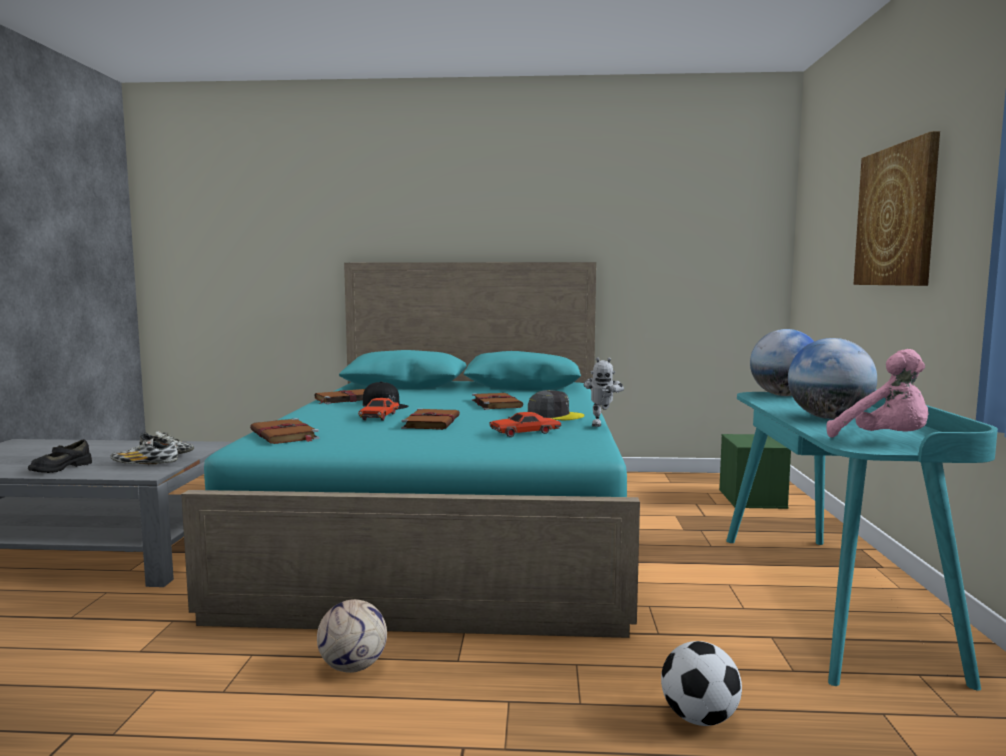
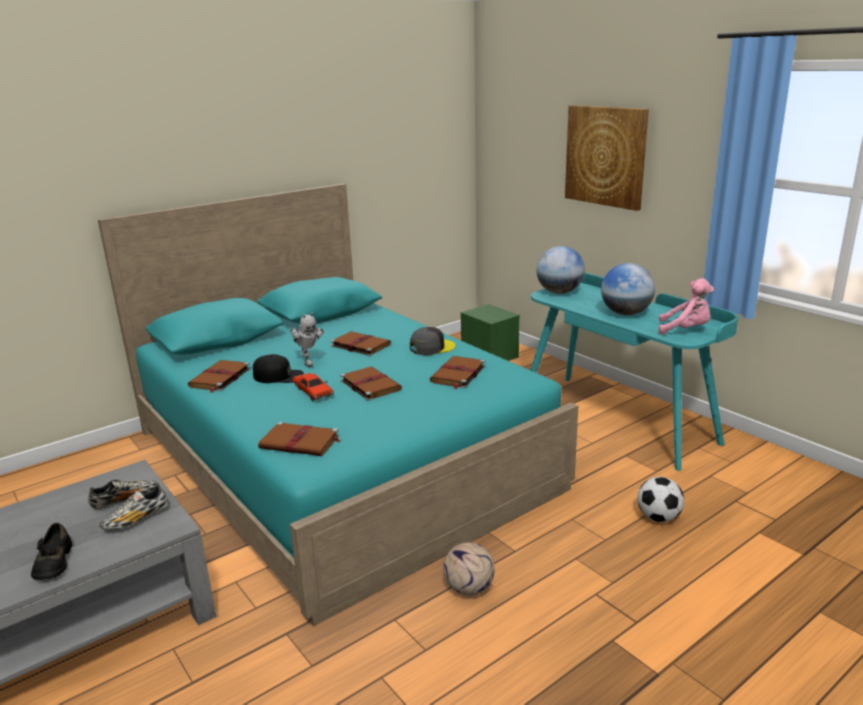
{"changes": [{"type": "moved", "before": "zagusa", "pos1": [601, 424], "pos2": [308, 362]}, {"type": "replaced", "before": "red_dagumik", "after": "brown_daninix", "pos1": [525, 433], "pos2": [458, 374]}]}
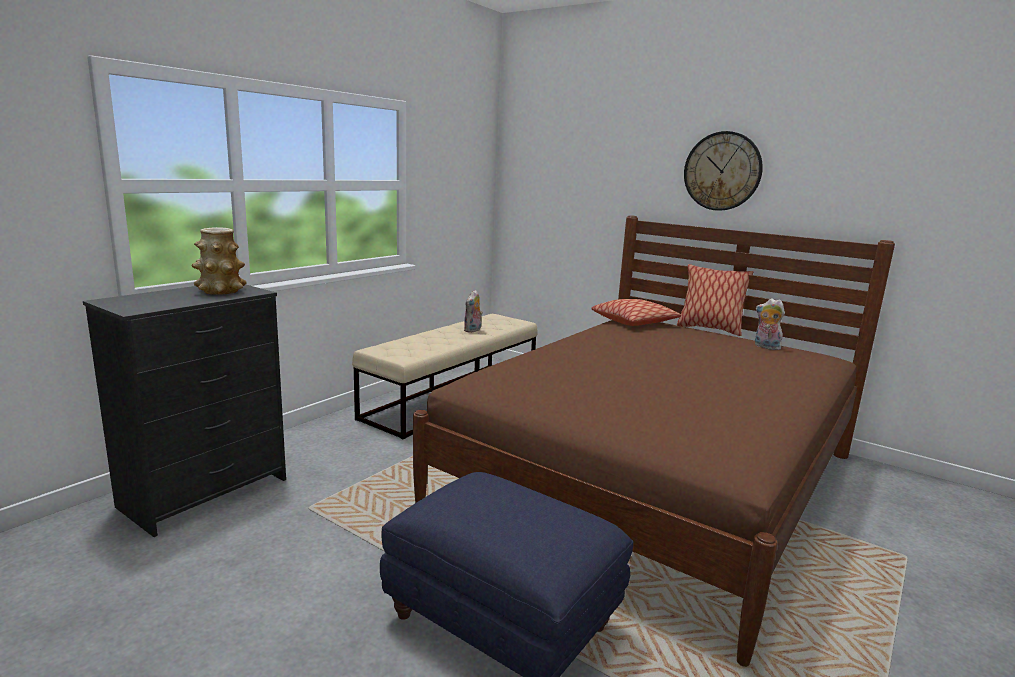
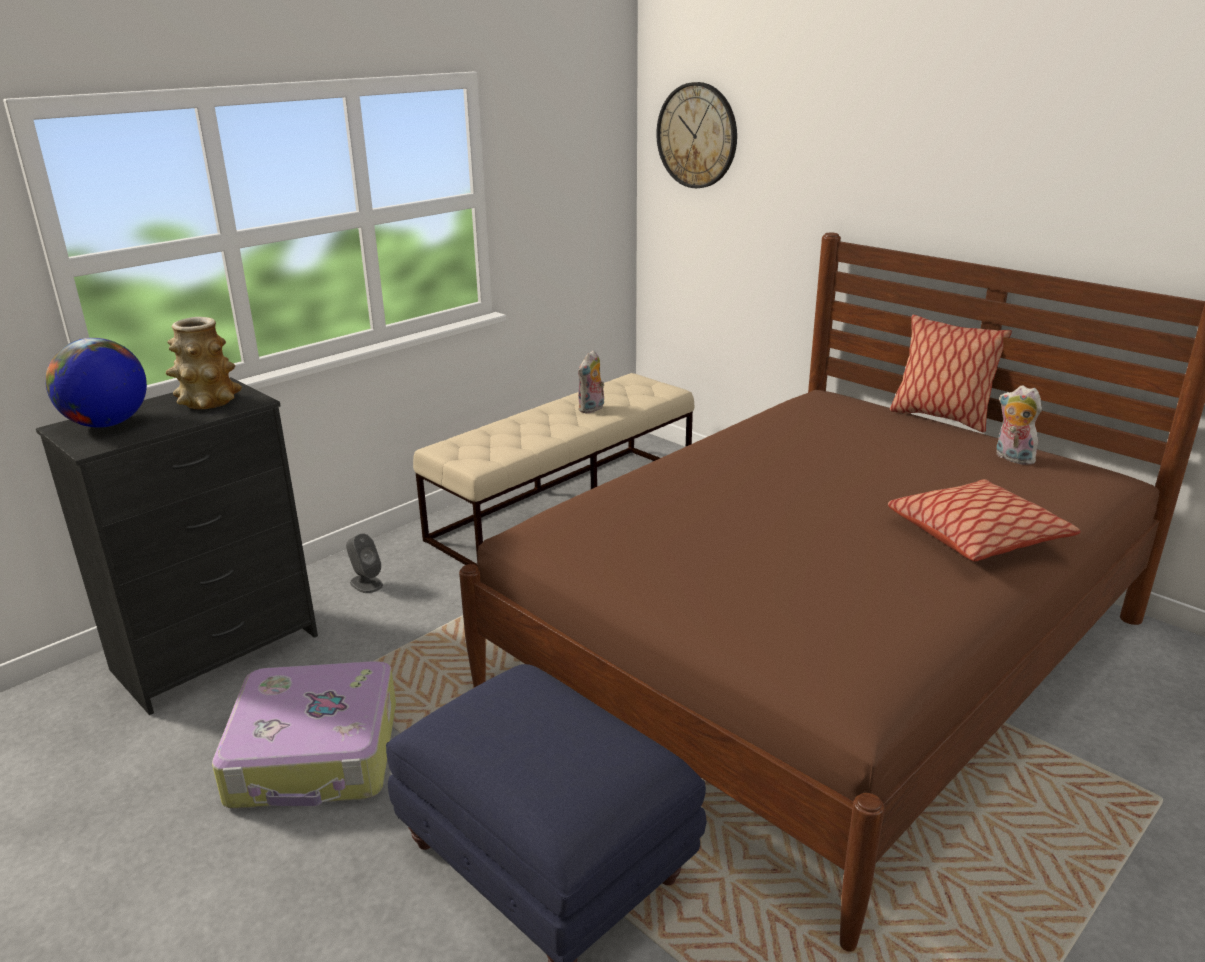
{"changes": [{"type": "added", "after": "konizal", "pos2": [107, 424]}, {"type": "added", "after": "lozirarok", "pos2": [316, 755]}, {"type": "added", "after": "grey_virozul", "pos2": [366, 583]}, {"type": "moved", "before": "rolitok", "pos1": [634, 322], "pos2": [976, 536]}, {"type": "moved", "before": "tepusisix", "pos1": [722, 171], "pos2": [697, 136]}]}
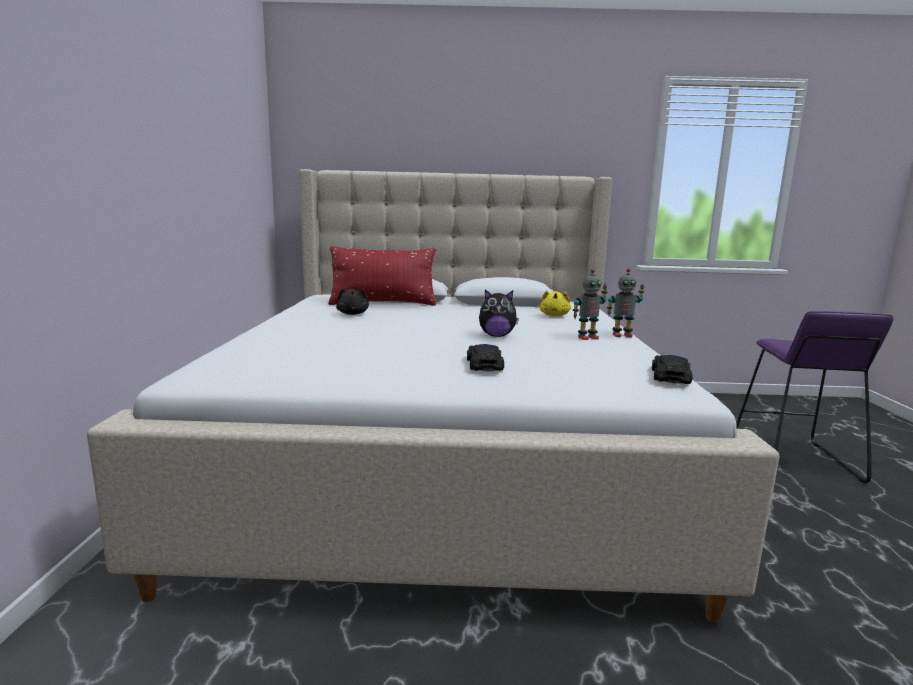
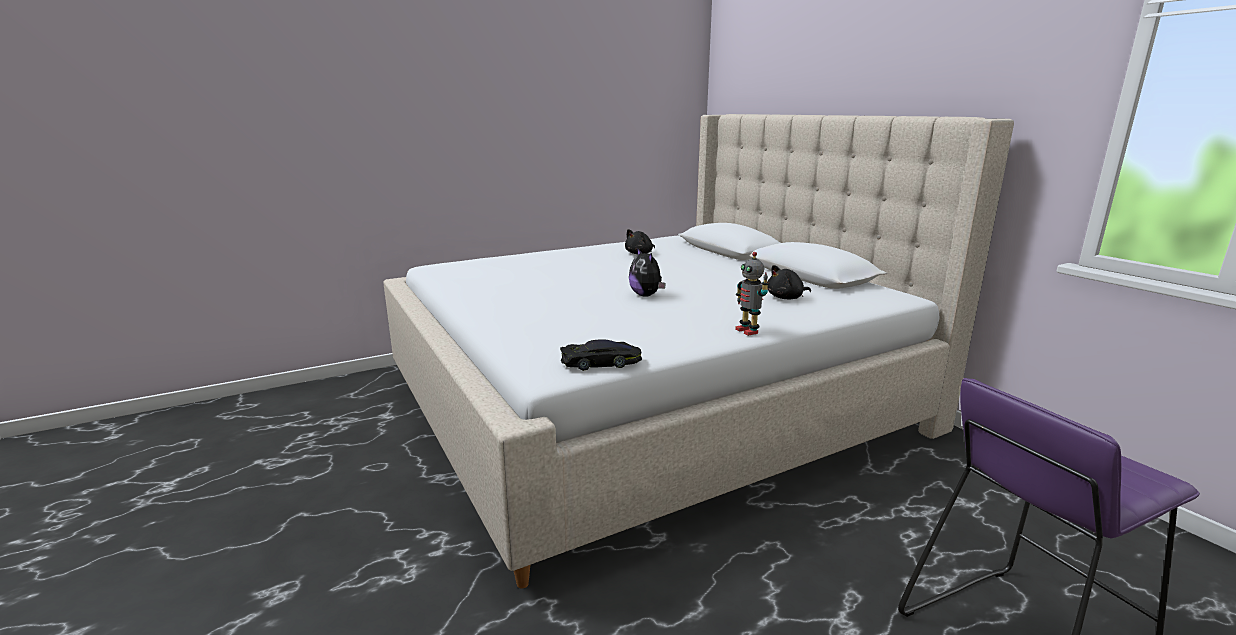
{"changes": [{"type": "removed", "before": "red_rolitok", "pos1": [383, 304]}, {"type": "removed", "before": "black_dagumik", "pos1": [484, 364]}, {"type": "removed", "before": "zagusa", "pos1": [587, 338]}, {"type": "recoloured", "before": "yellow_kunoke", "after": "black_kunoke", "pos1": [554, 315], "pos2": [786, 298]}]}
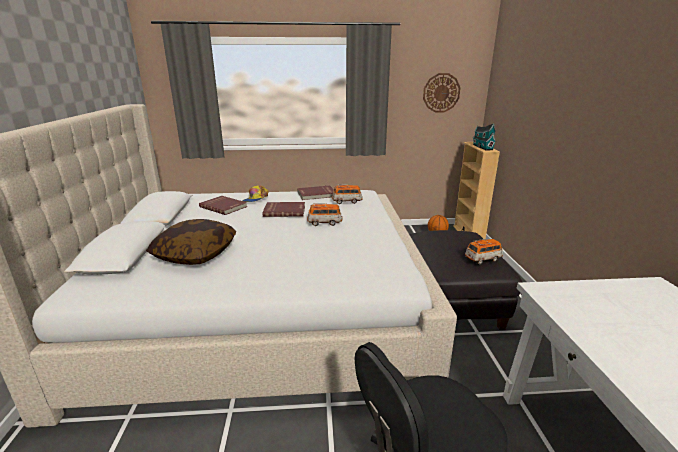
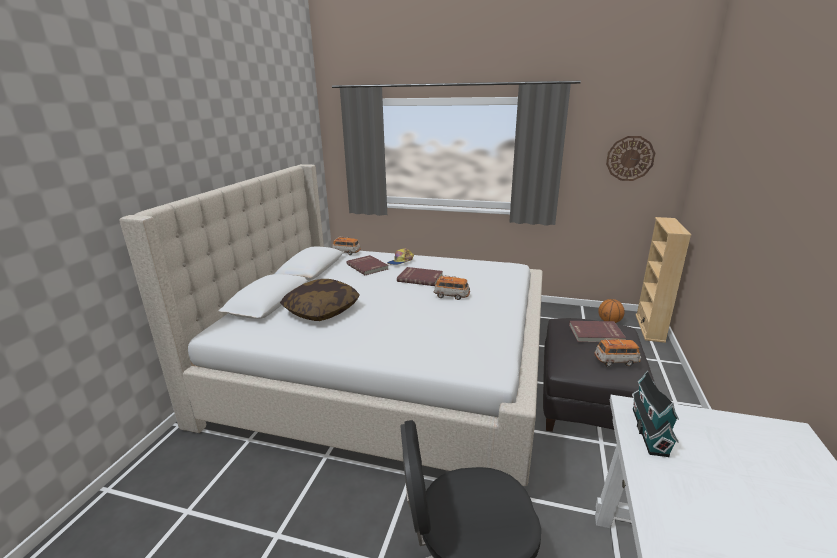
{"changes": [{"type": "moved", "before": "red_daninix", "pos1": [316, 194], "pos2": [596, 334]}, {"type": "moved", "before": "dagumik", "pos1": [347, 201], "pos2": [346, 252]}, {"type": "moved", "before": "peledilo", "pos1": [482, 147], "pos2": [648, 429]}]}
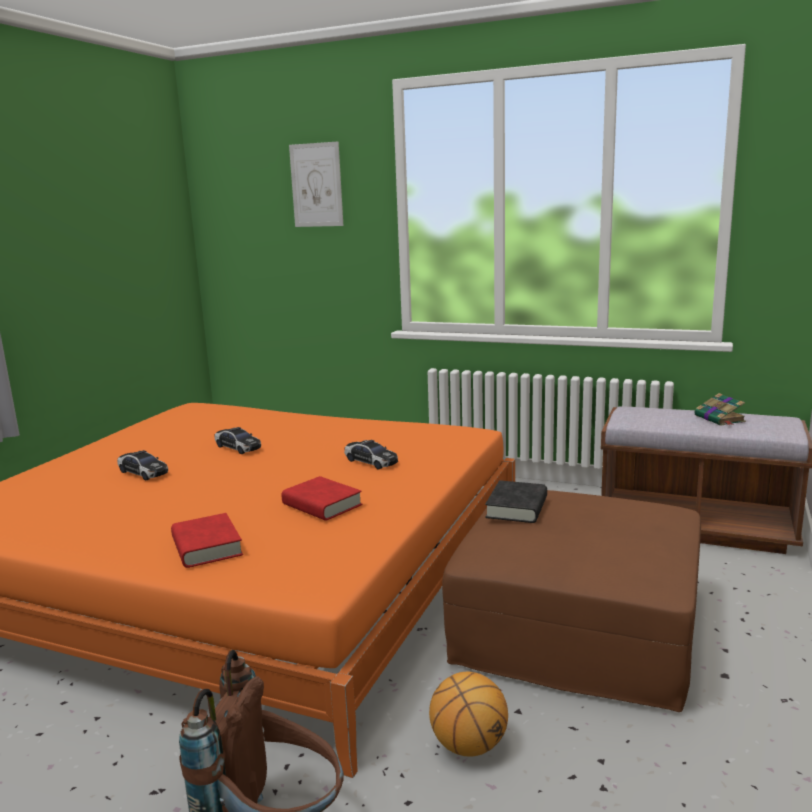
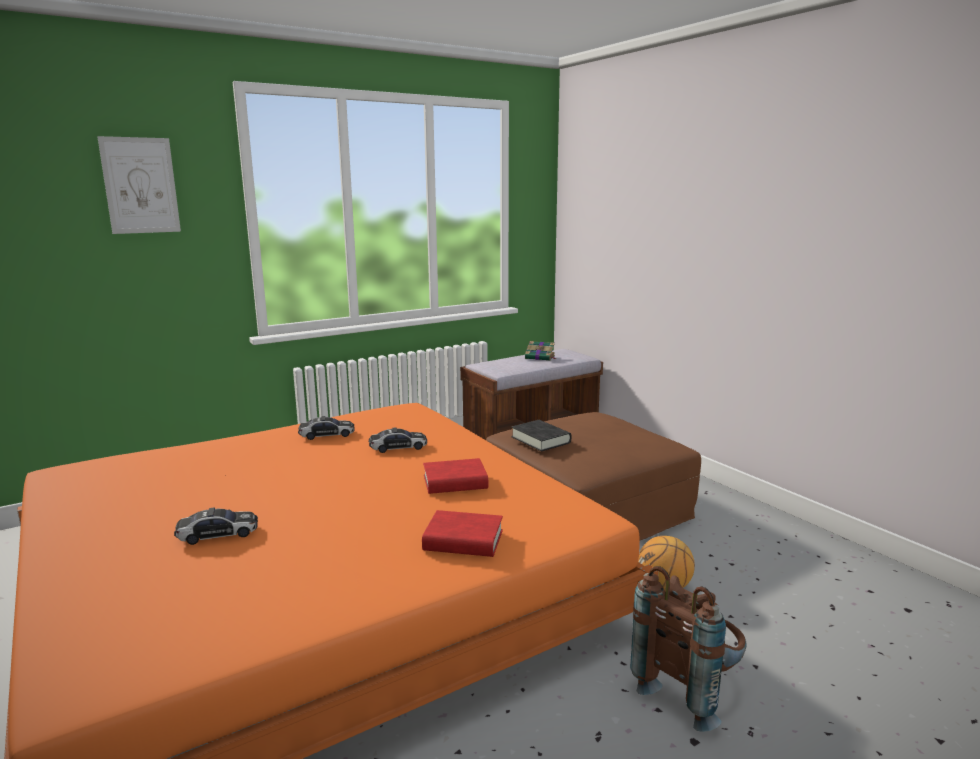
{"changes": [{"type": "moved", "before": "dagumik", "pos1": [238, 447], "pos2": [327, 435]}]}
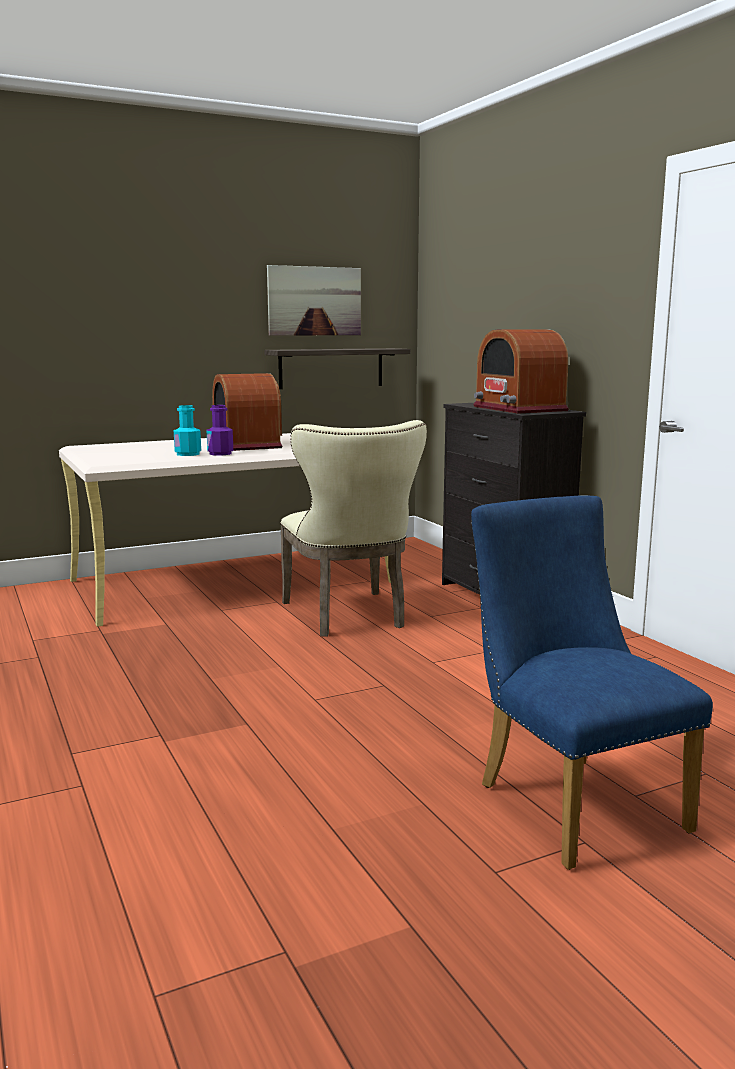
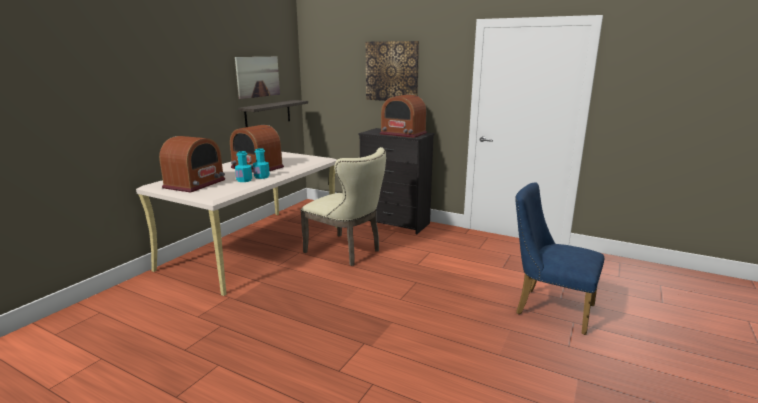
{"changes": [{"type": "added", "after": "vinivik", "pos2": [195, 184]}, {"type": "added", "after": "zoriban", "pos2": [392, 71]}, {"type": "recoloured", "before": "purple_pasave", "after": "turquoise_pasave", "pos1": [220, 453], "pos2": [262, 177]}]}
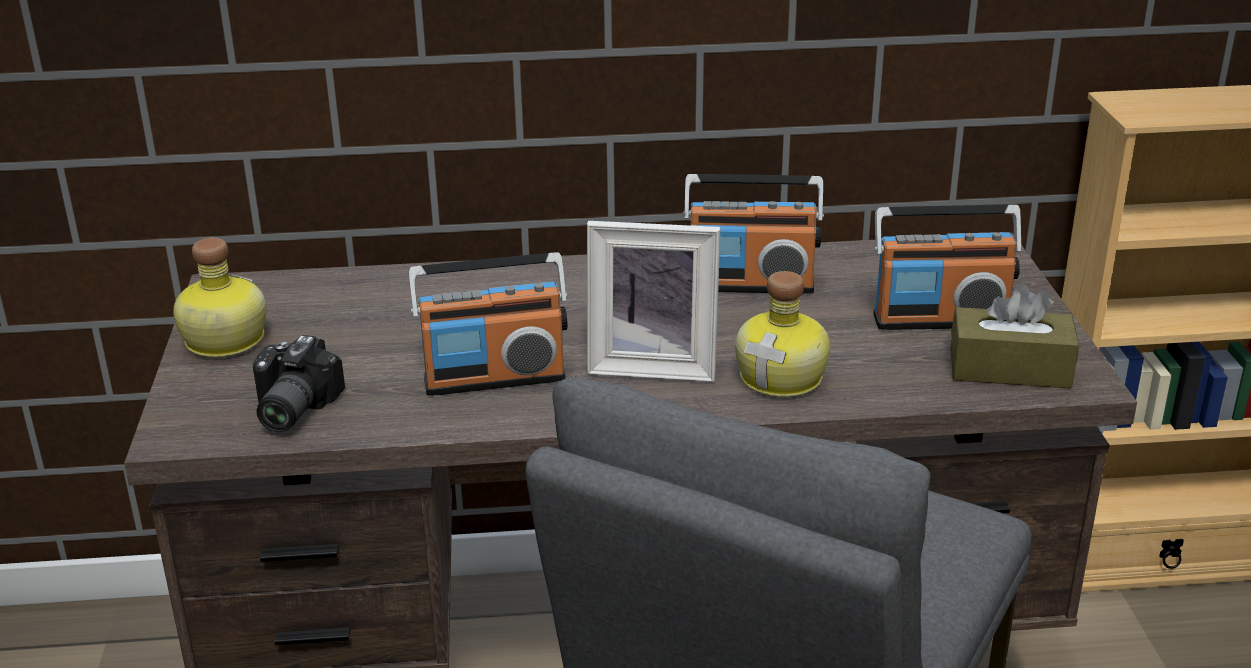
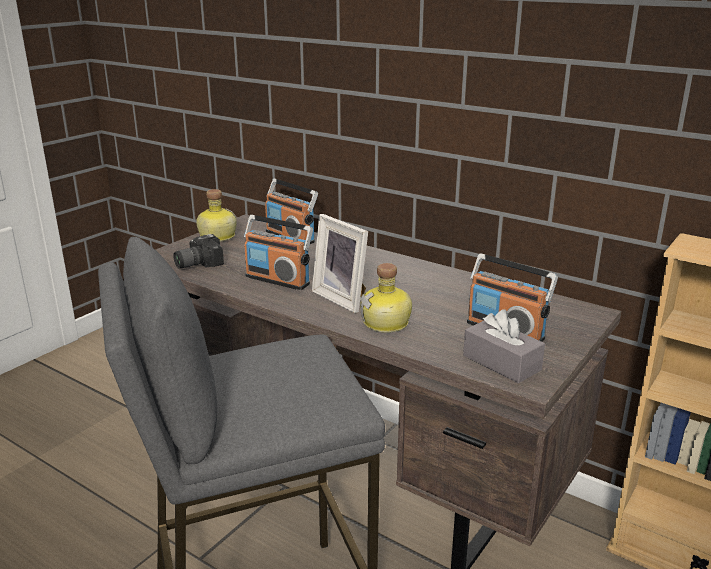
{"changes": [{"type": "moved", "before": "vinivik", "pos1": [750, 284], "pos2": [290, 237]}, {"type": "recoloured", "before": "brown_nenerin", "after": "grey_nenerin", "pos1": [1009, 369], "pos2": [501, 363]}]}
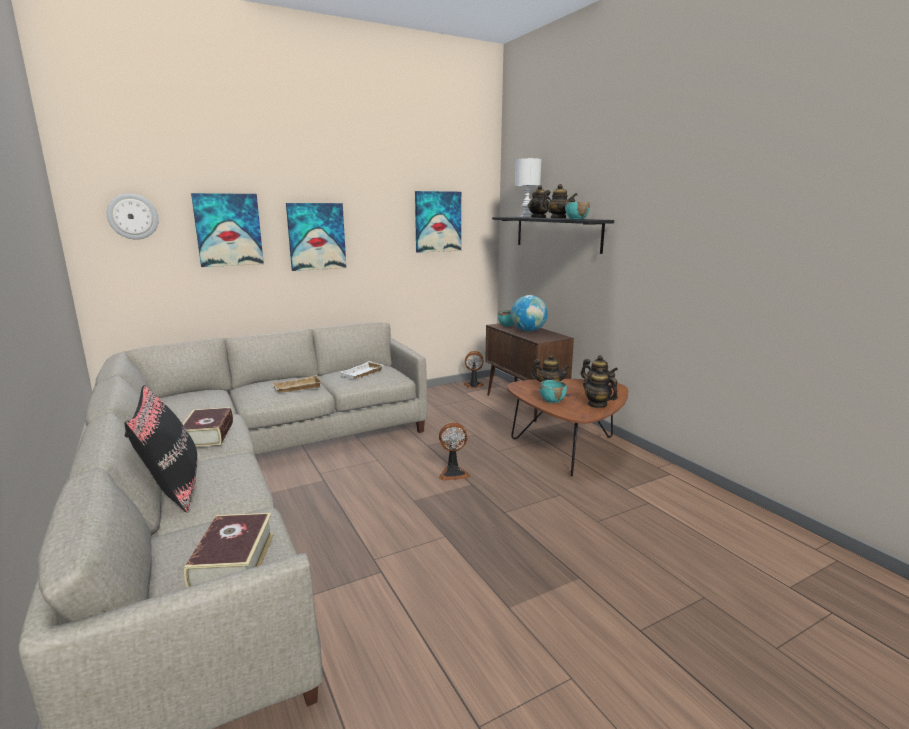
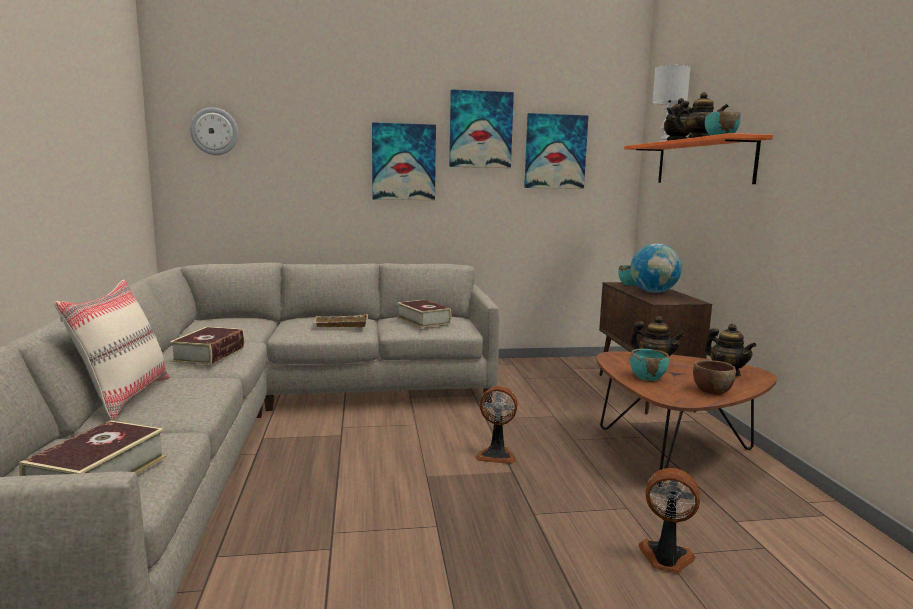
{"changes": [{"type": "moved", "before": "zoriban", "pos1": [228, 230], "pos2": [480, 130]}, {"type": "moved", "before": "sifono", "pos1": [473, 386], "pos2": [665, 558]}, {"type": "replaced", "before": "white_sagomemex", "after": "daninix", "pos1": [362, 374], "pos2": [423, 320]}, {"type": "replaced", "before": "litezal", "after": "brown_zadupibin", "pos1": [597, 404], "pos2": [711, 390]}, {"type": "recoloured", "before": "black_rolitok", "after": "beige_rolitok", "pos1": [172, 489], "pos2": [124, 397]}, {"type": "recoloured", "before": "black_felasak", "after": "orange_felasak", "pos1": [557, 233], "pos2": [702, 162]}]}
